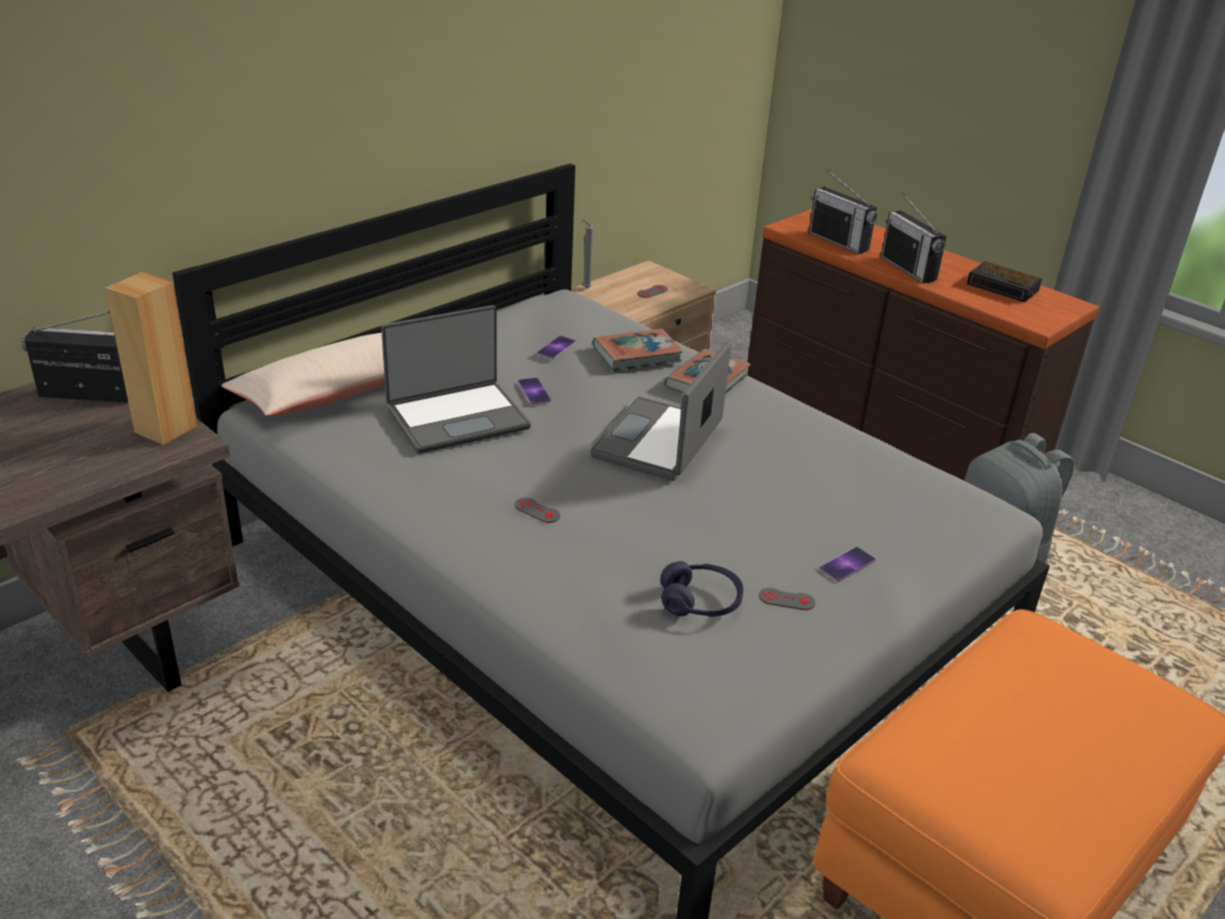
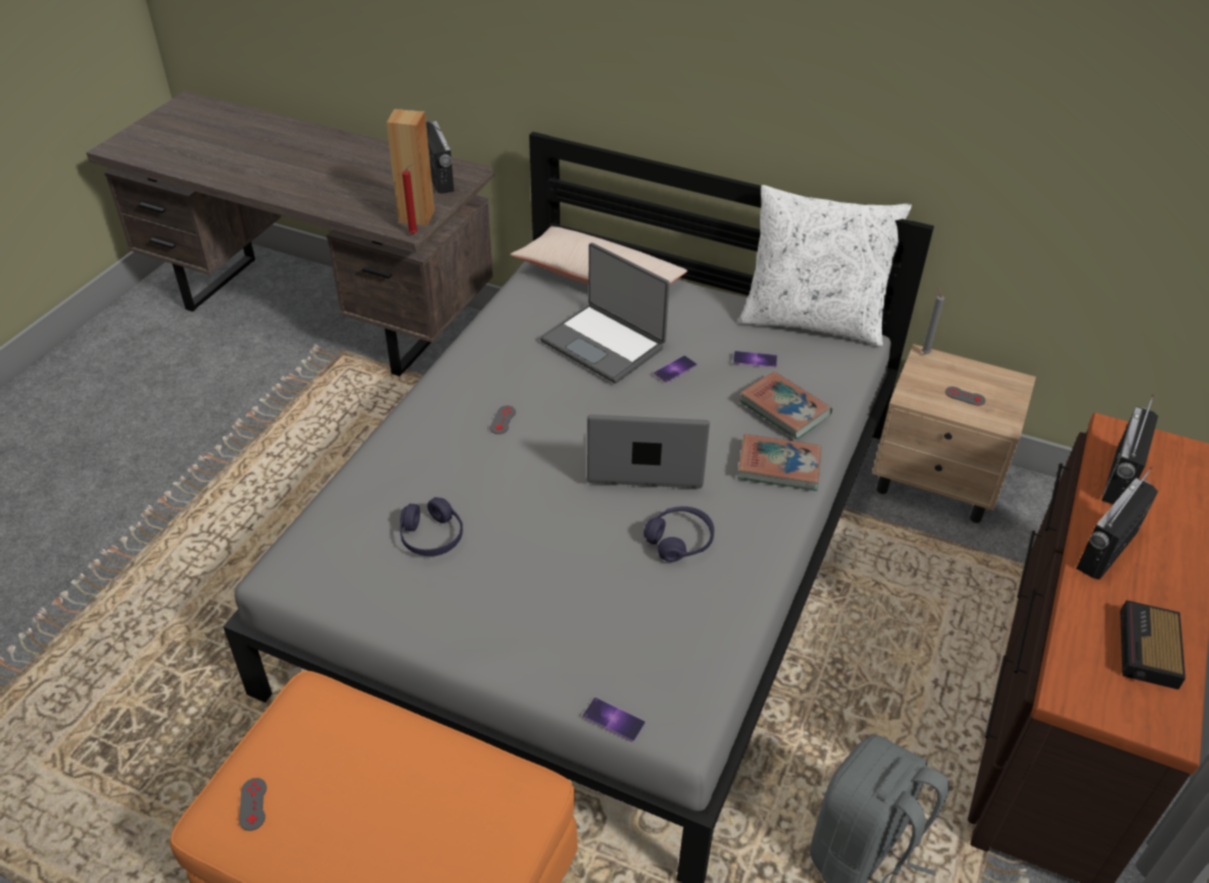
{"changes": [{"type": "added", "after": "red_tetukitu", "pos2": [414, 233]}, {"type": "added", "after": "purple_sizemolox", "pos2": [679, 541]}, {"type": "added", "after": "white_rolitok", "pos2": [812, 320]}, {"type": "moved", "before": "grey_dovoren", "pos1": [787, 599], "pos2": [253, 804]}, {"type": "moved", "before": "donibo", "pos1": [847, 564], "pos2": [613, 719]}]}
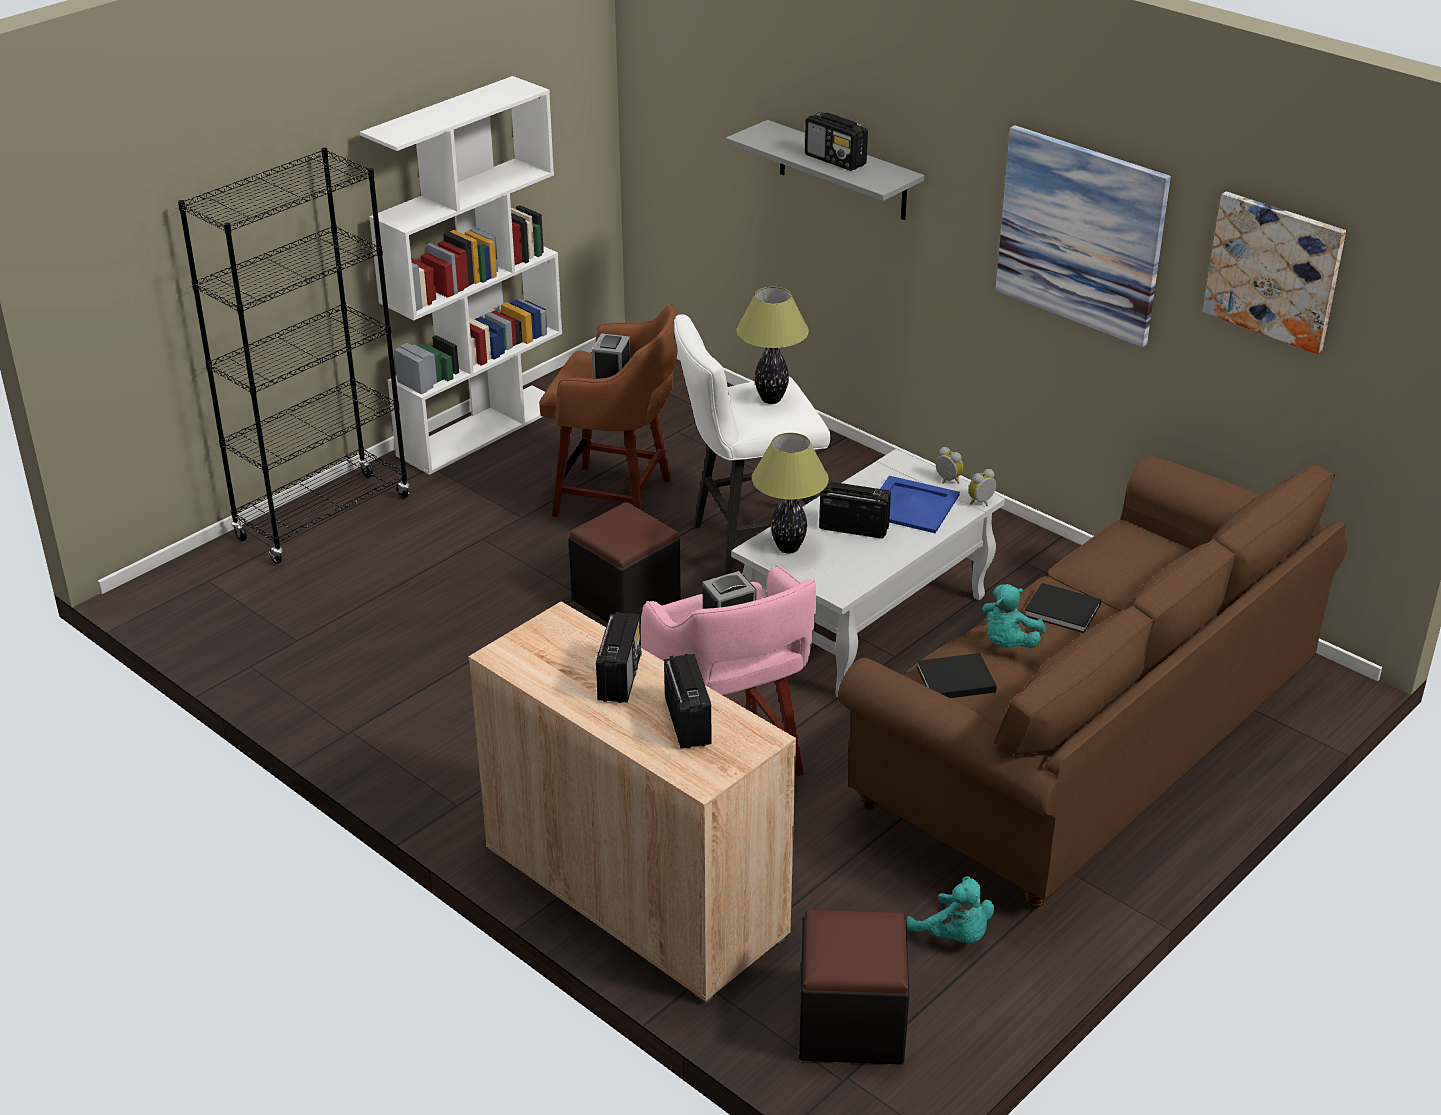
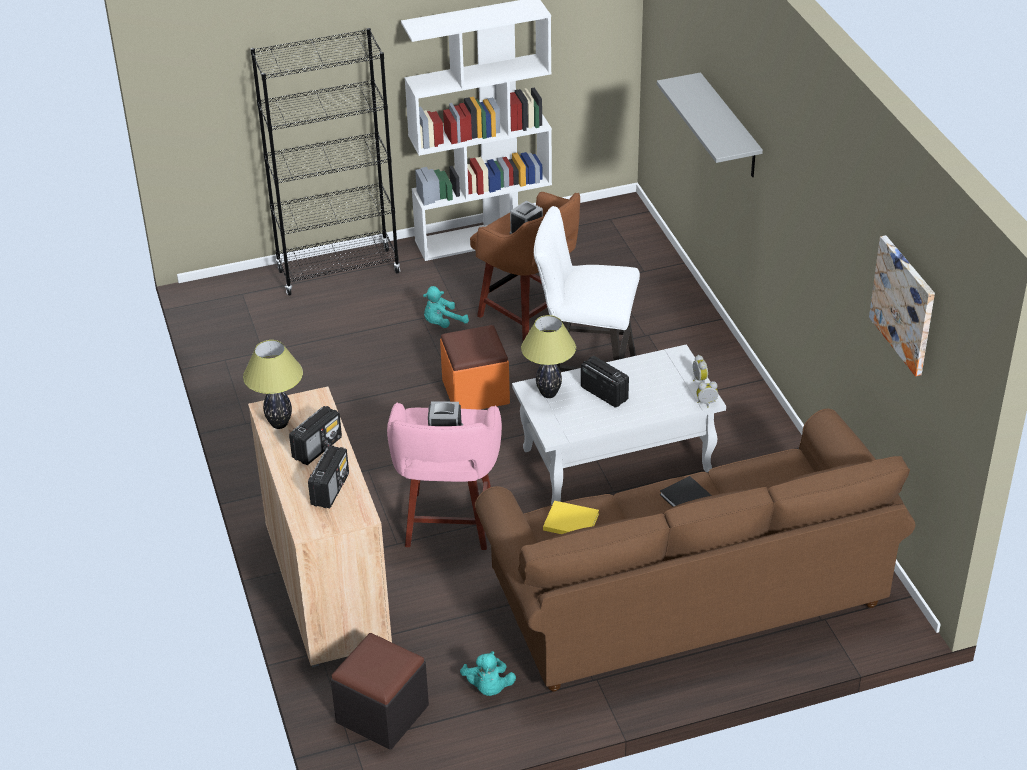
{"changes": [{"type": "removed", "before": "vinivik", "pos1": [835, 160]}, {"type": "removed", "before": "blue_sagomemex", "pos1": [910, 505]}, {"type": "removed", "before": "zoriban", "pos1": [1081, 234]}, {"type": "moved", "before": "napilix", "pos1": [771, 399], "pos2": [280, 424]}, {"type": "moved", "before": "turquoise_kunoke", "pos1": [1008, 644], "pos2": [442, 323]}, {"type": "recoloured", "before": "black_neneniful", "after": "orange_neneniful", "pos1": [626, 600], "pos2": [475, 392]}, {"type": "recoloured", "before": "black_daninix", "after": "yellow_daninix", "pos1": [953, 679], "pos2": [569, 521]}]}
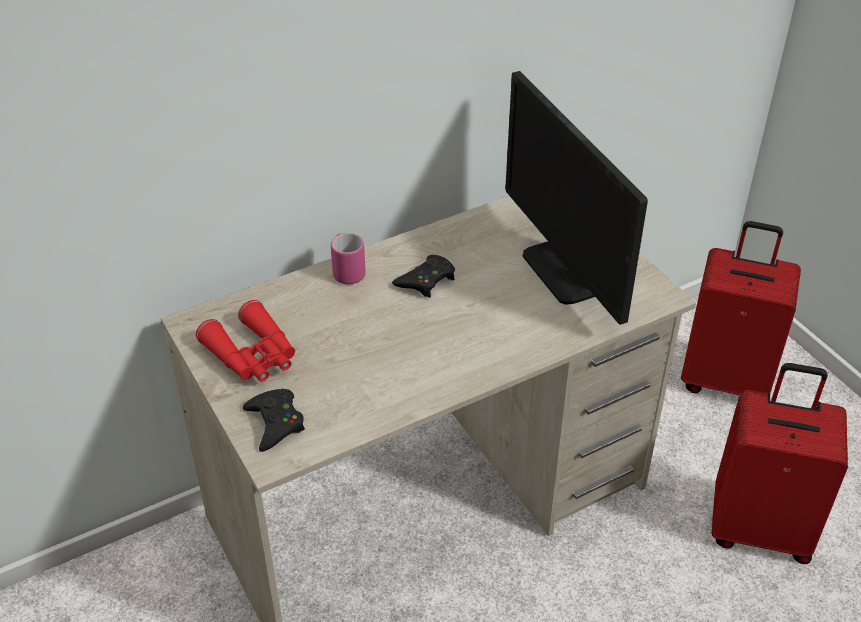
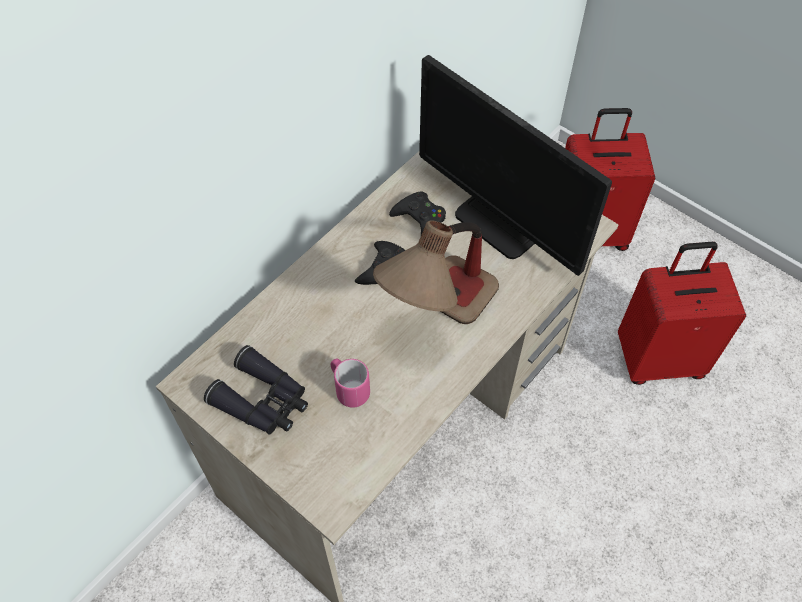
{"changes": [{"type": "added", "after": "napilix", "pos2": [438, 319]}, {"type": "moved", "before": "black_dovoren", "pos1": [275, 423], "pos2": [420, 219]}, {"type": "moved", "before": "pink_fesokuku", "pos1": [347, 271], "pos2": [349, 389]}, {"type": "recoloured", "before": "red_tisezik", "after": "black_tisezik", "pos1": [253, 355], "pos2": [263, 401]}]}
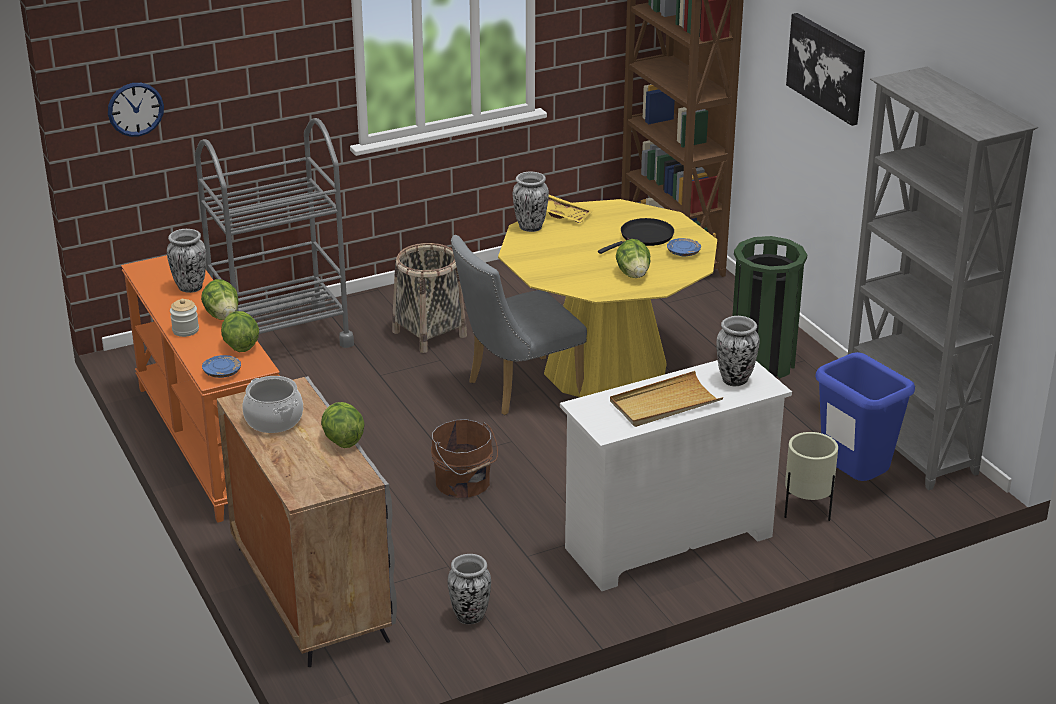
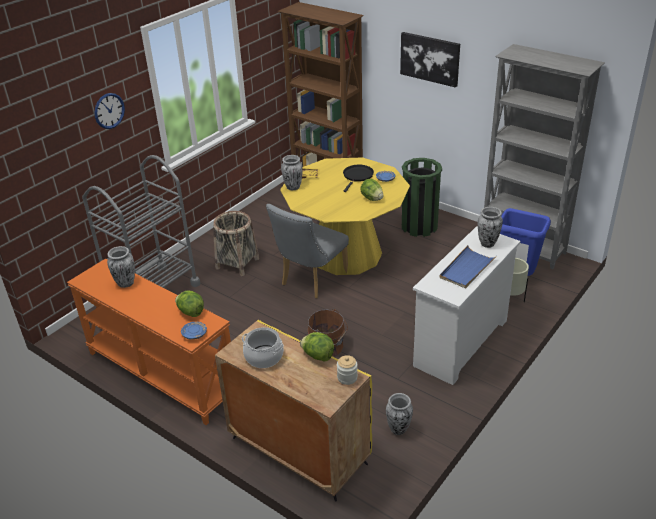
{"changes": [{"type": "removed", "before": "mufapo", "pos1": [222, 316]}, {"type": "moved", "before": "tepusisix", "pos1": [135, 109], "pos2": [109, 111]}, {"type": "moved", "before": "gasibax", "pos1": [185, 330], "pos2": [347, 377]}, {"type": "recoloured", "before": "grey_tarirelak", "after": "yellow_tarirelak", "pos1": [310, 593], "pos2": [298, 450]}, {"type": "recoloured", "before": "beige_sagomemex", "after": "blue_sagomemex", "pos1": [664, 403], "pos2": [467, 269]}]}
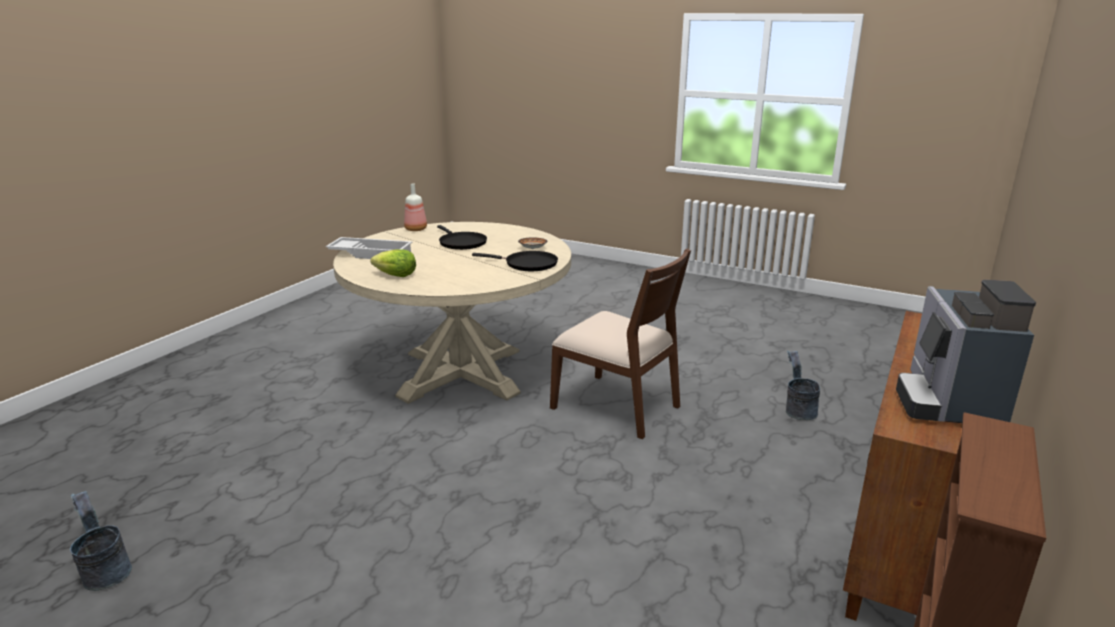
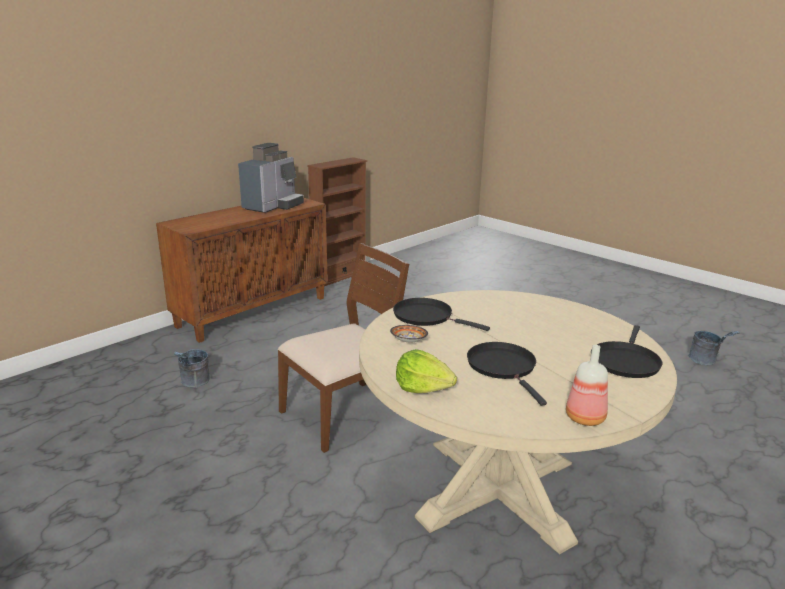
{"changes": [{"type": "moved", "before": "mufapo", "pos1": [396, 275], "pos2": [423, 387]}, {"type": "replaced", "before": "white_sagomemex", "after": "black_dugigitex", "pos1": [371, 253], "pos2": [625, 361]}, {"type": "turned", "before": "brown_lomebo", "pos1": [617, 406], "pos2": [344, 413], "turn": 90}]}
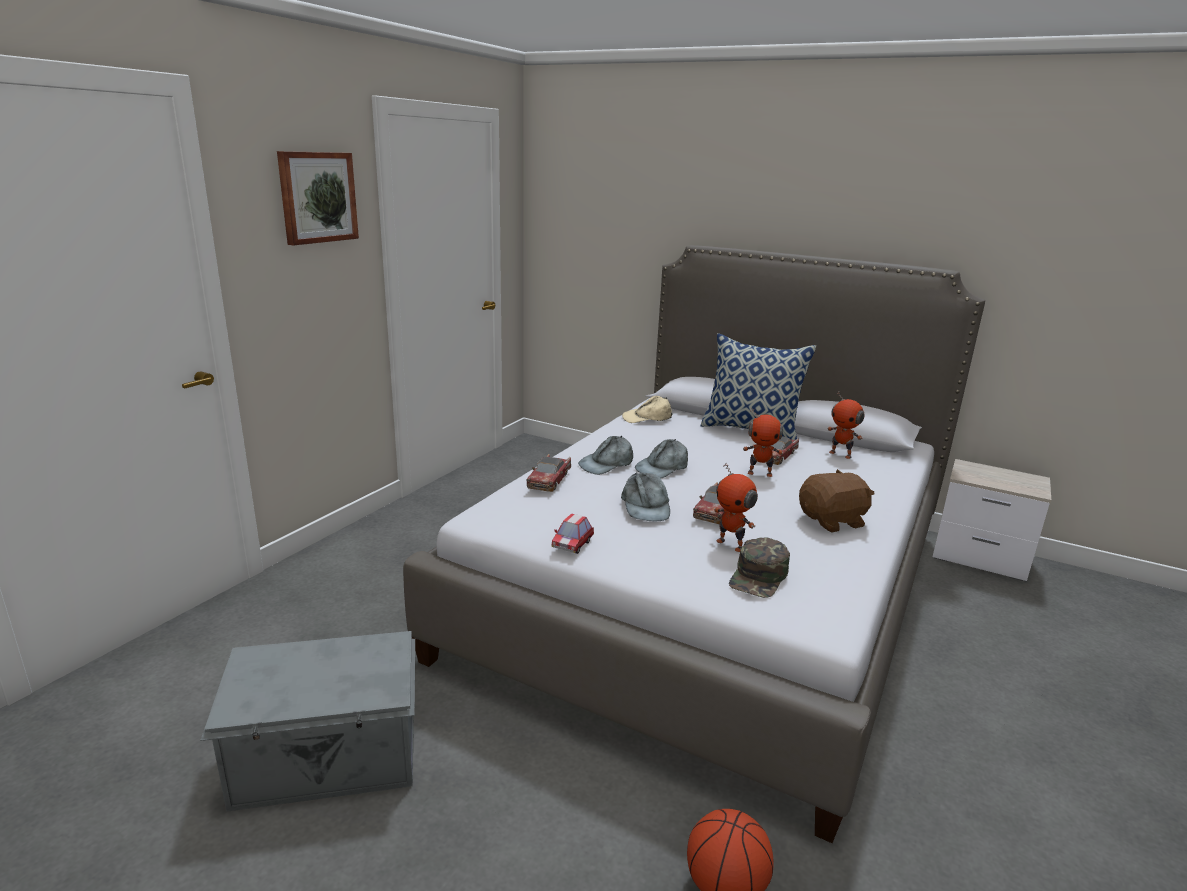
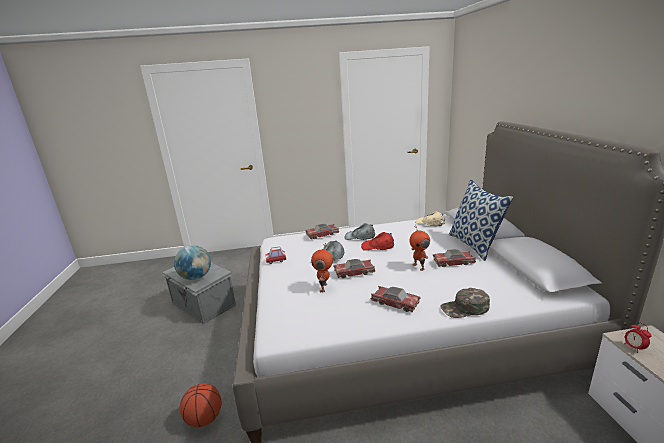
{"changes": [{"type": "removed", "before": "zoriban", "pos1": [317, 197]}, {"type": "removed", "before": "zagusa", "pos1": [841, 454]}, {"type": "added", "after": "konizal", "pos2": [196, 277]}, {"type": "added", "after": "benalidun", "pos2": [634, 347]}, {"type": "moved", "before": "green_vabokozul", "pos1": [759, 576], "pos2": [465, 308]}, {"type": "replaced", "before": "brown_kunoke", "after": "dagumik", "pos1": [832, 521], "pos2": [395, 303]}, {"type": "recoloured", "before": "grey_vabokozul", "after": "red_vabokozul", "pos1": [662, 467], "pos2": [377, 246]}]}
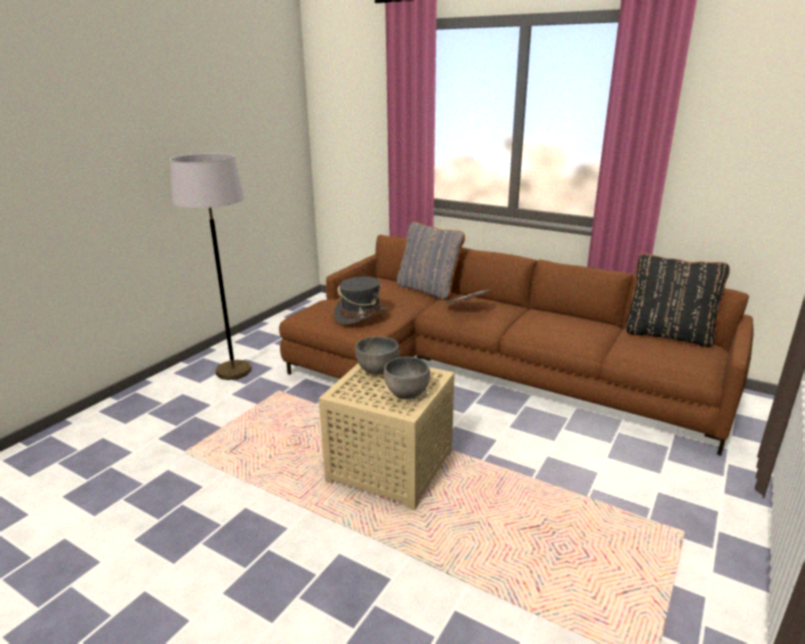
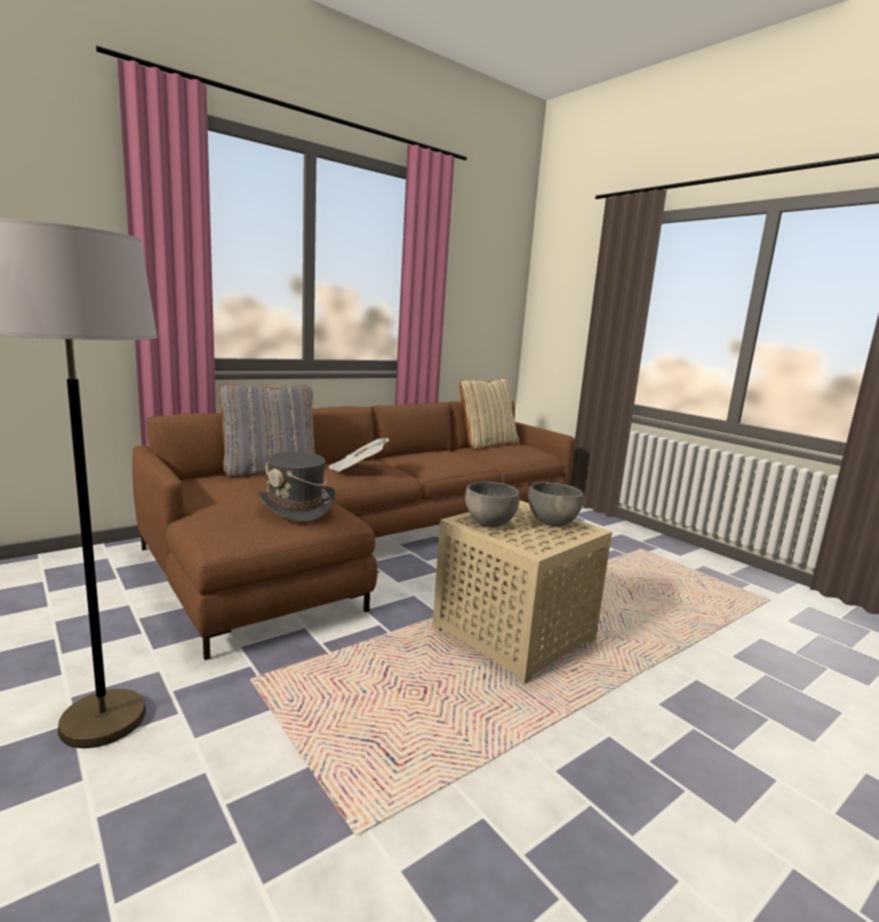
{"changes": [{"type": "recoloured", "before": "black_rolitok", "after": "beige_rolitok", "pos1": [668, 335], "pos2": [487, 444]}]}
